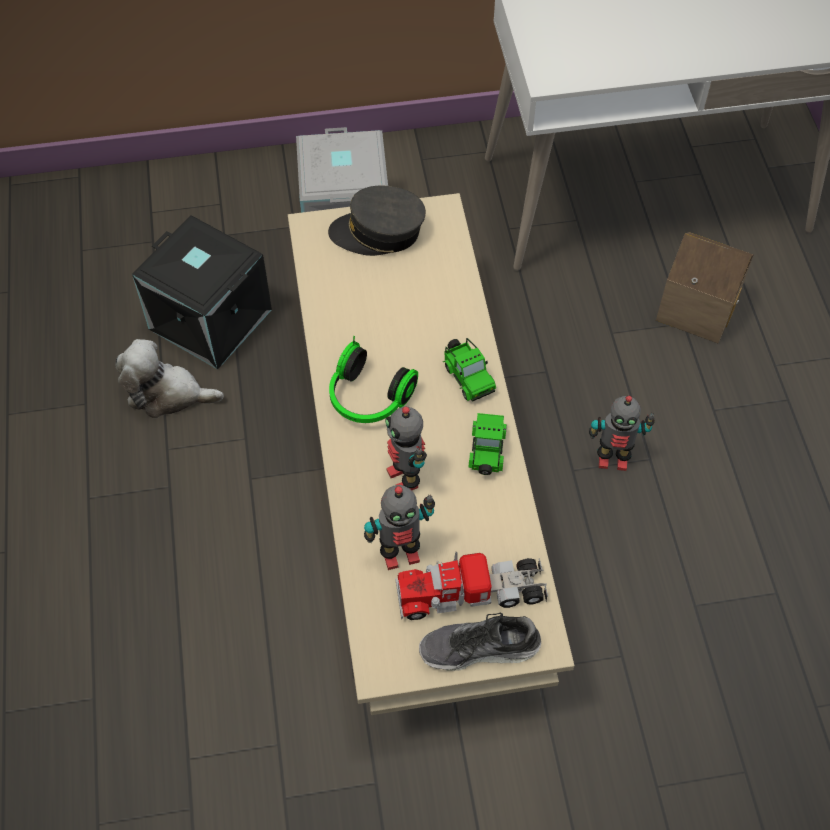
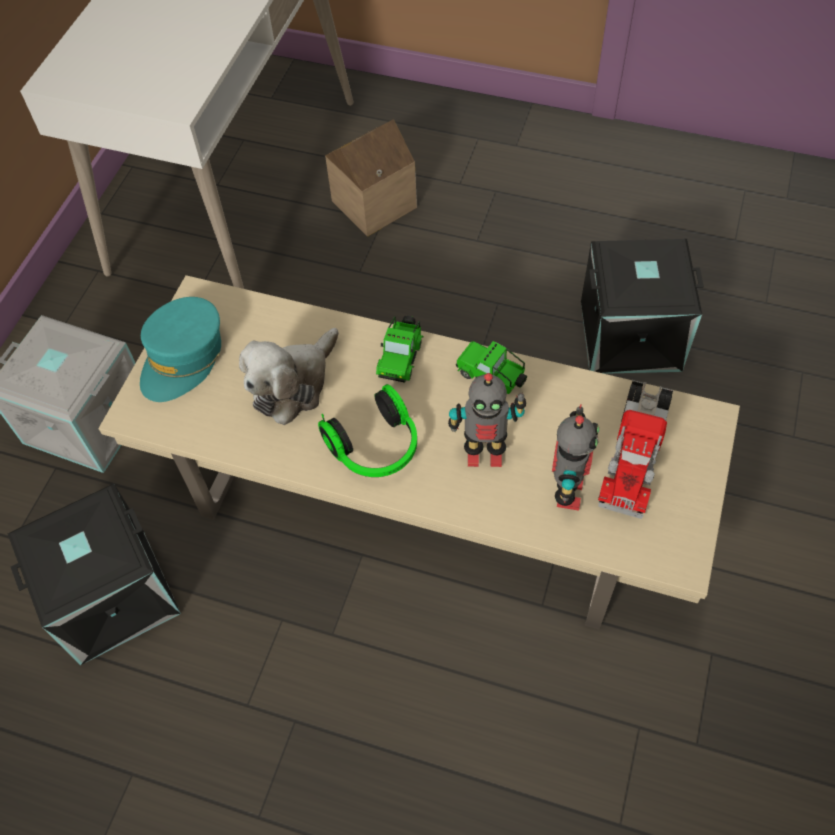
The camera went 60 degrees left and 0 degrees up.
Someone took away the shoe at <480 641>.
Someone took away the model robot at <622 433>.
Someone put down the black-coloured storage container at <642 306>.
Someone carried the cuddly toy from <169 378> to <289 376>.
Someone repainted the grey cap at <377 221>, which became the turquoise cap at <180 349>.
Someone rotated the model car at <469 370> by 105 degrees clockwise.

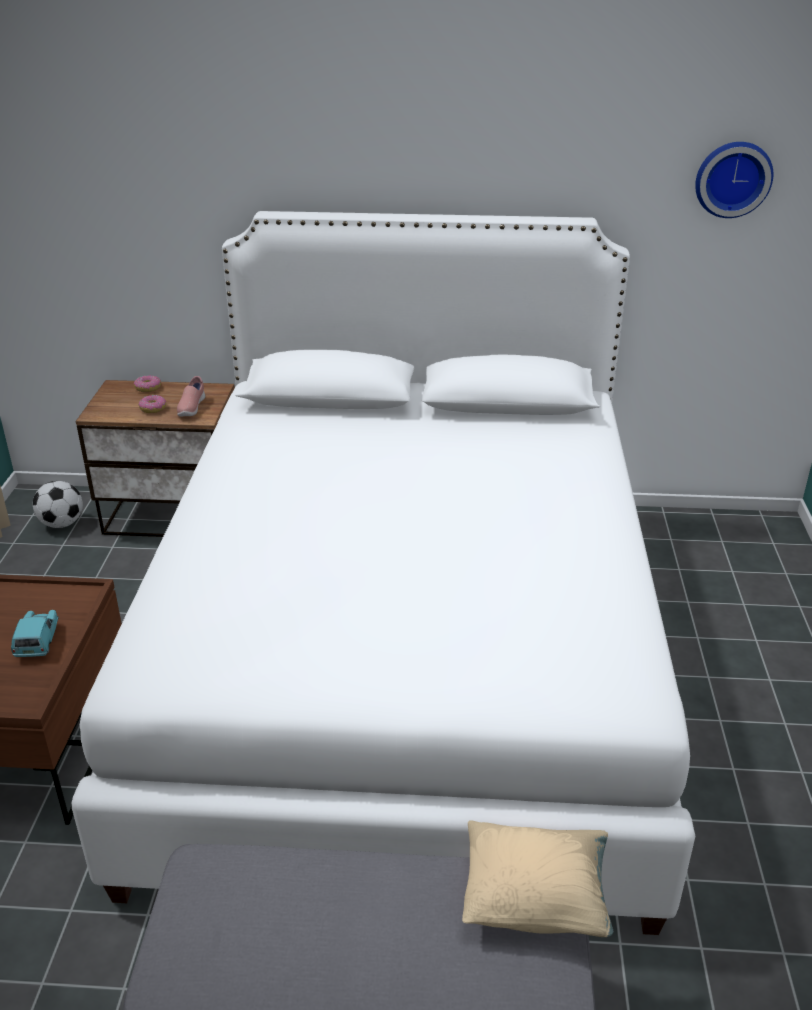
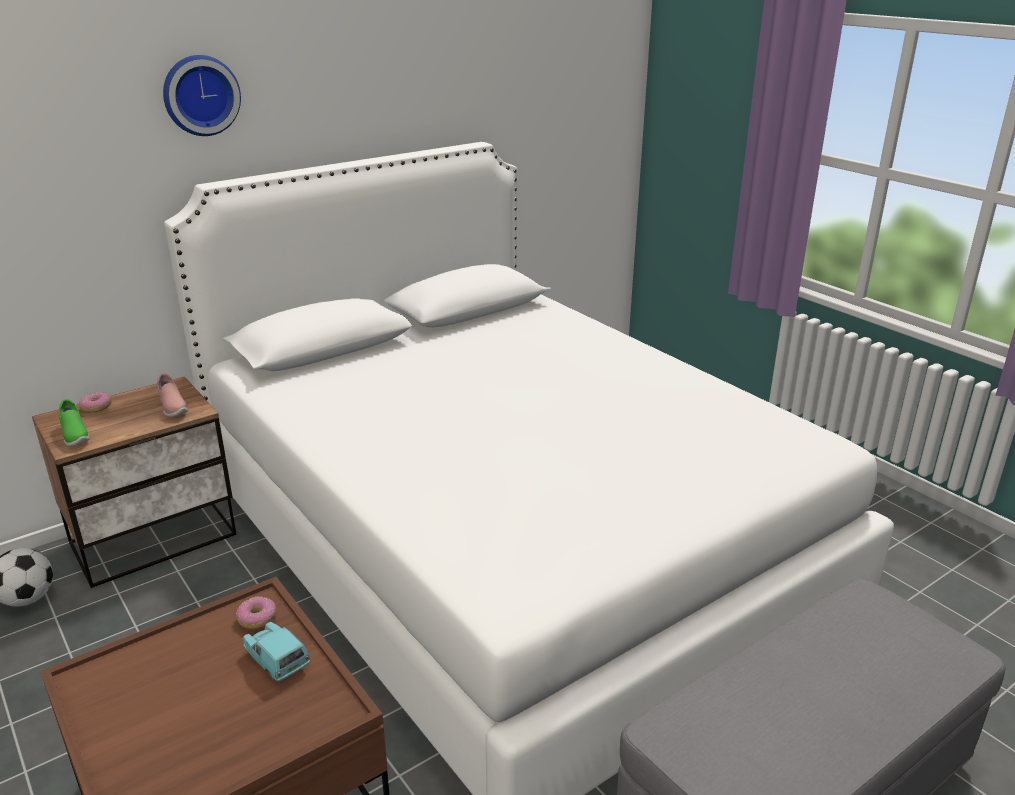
The camera went 40 degrees left and 5 degrees down.
Someone took away the beige-coloured throw pillow at <537 878>.
Someone put down the greenish shoe at <74 422>.
Someone carried the ring doughnut from <152 404> to <256 612>.
Someone carried the wall clock from <734 180> to <202 95>.

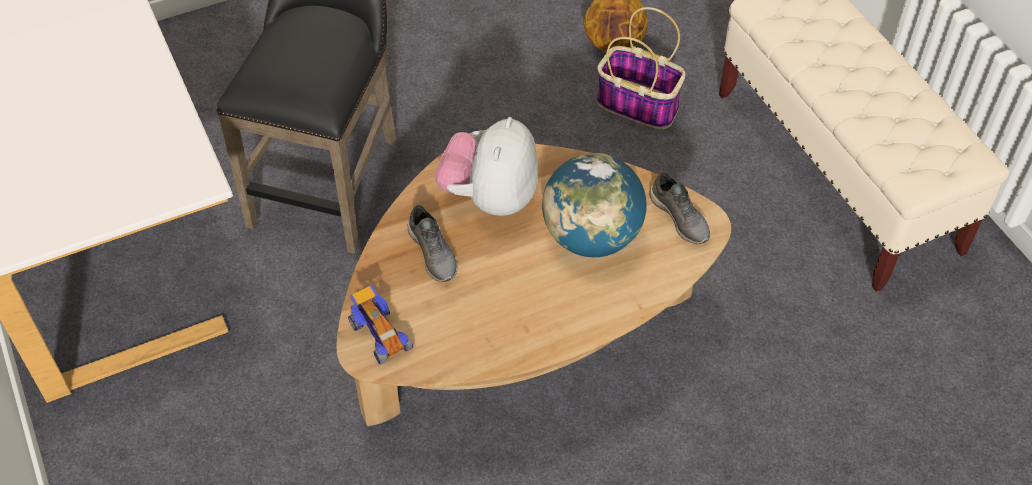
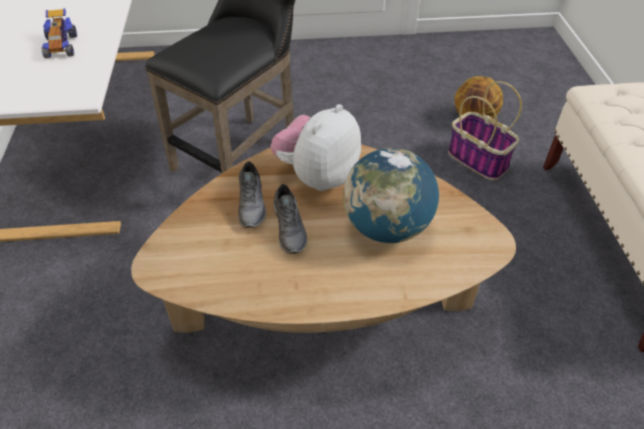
The camera went 20 degrees right and 5 degrees down.
Someone carried the model car from <380 324> to <59 33>.
Someone carried the grey shoe from <679 208> to <290 219>.

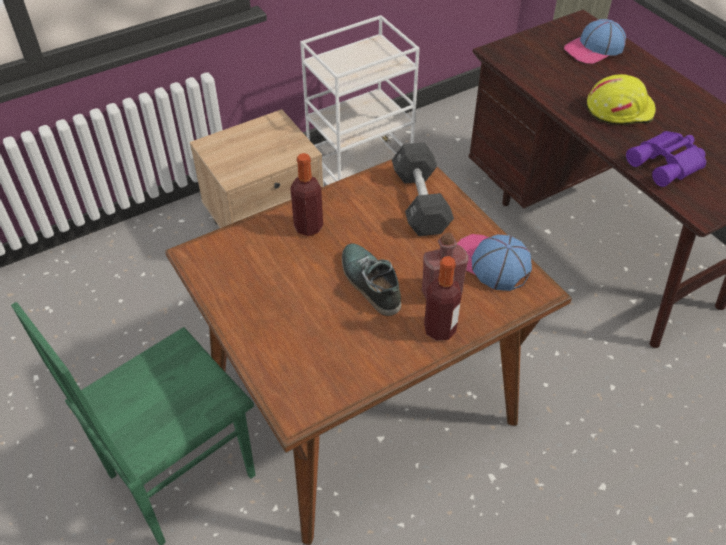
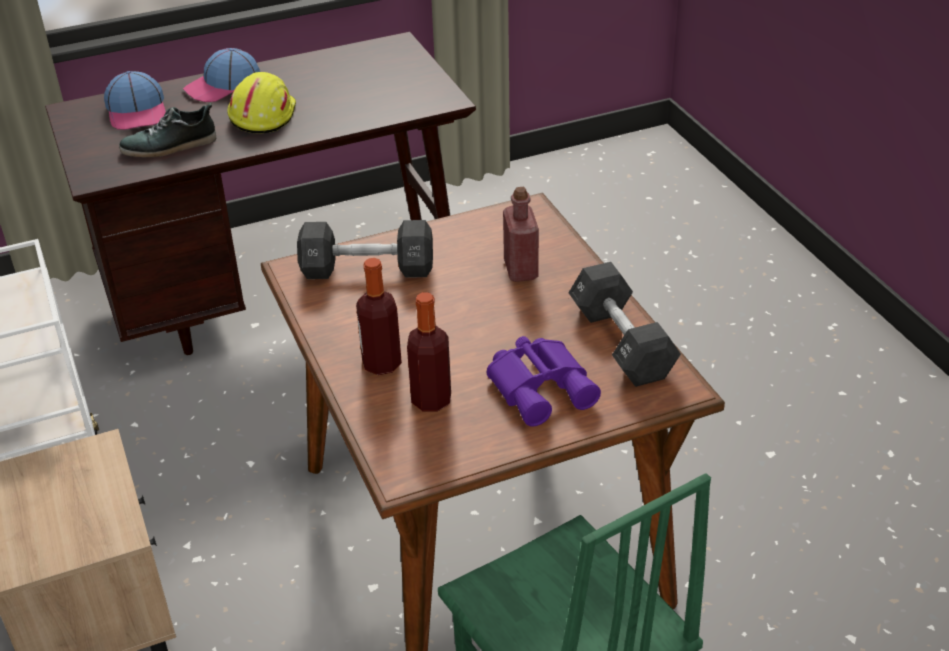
The camera went 80 degrees left and 10 degrees down.
Someone put down the black-coloured free weight at <624 324>.
Someone carried the shoe from <371 279> to <167 130>.
Someone carried the drink bottle from <443 298> to <429 352>.
Someone carried the cap from <494 262> to <221 75>.
Someone carried the purplish binoculars from <666 159> to <544 381>.

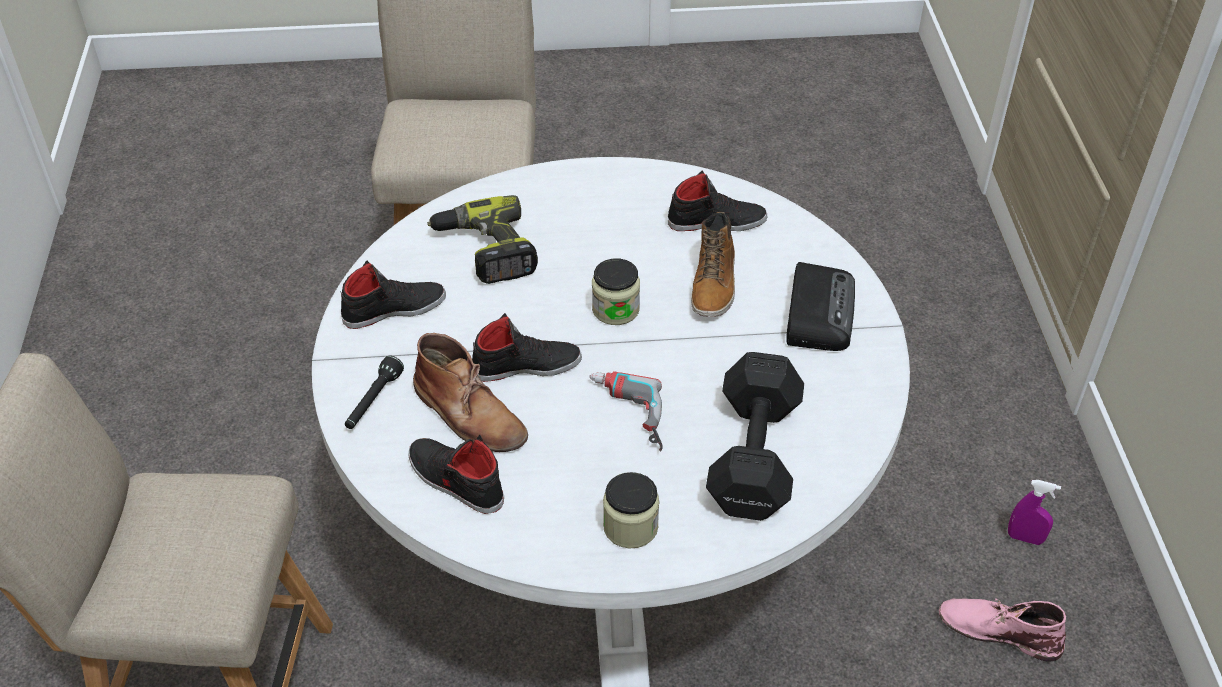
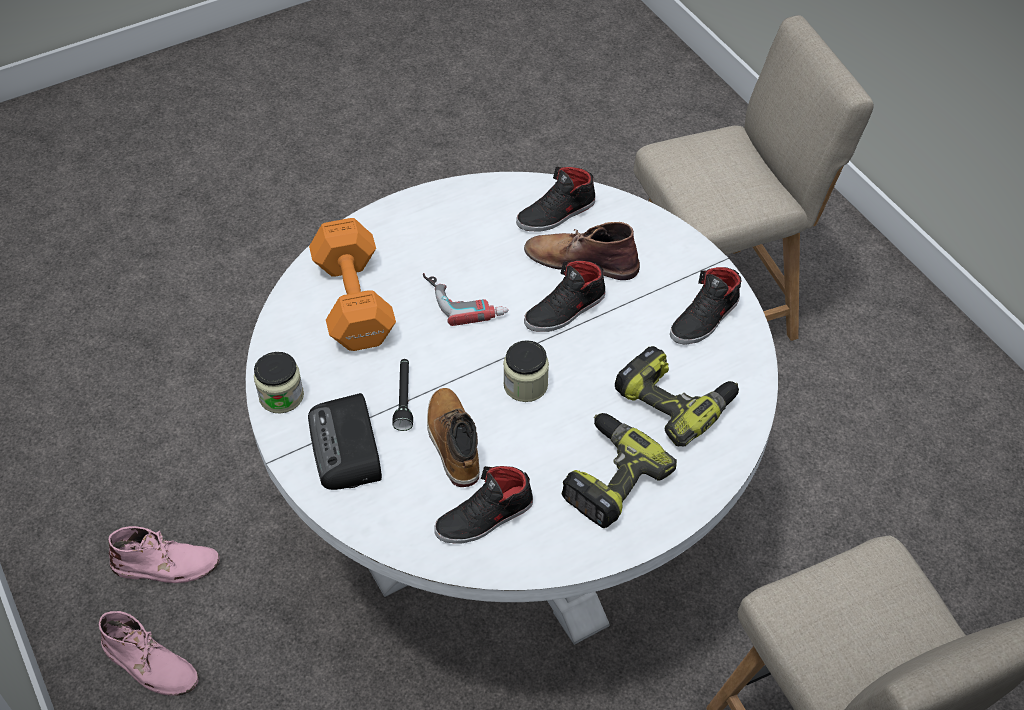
The camera went 155 degrees right and 5 degrees up.
Someone put down the drill at <619 470>.
Someone carried the black-coloured flashlight from <374 392> to <402 395>.
Someone carried the storage jar from <631 510> to <279 383>.
Someone swapped the purplish sprayer at <1034 512> for the pink-coloured boot at <149 653>.
Someone repainted the black-coloured free weight at <755 436>, which became the orange-coloured free weight at <352 284>.
Someone rotated the black-coloured shoe at <456 474> by 135 degrees clockwise.

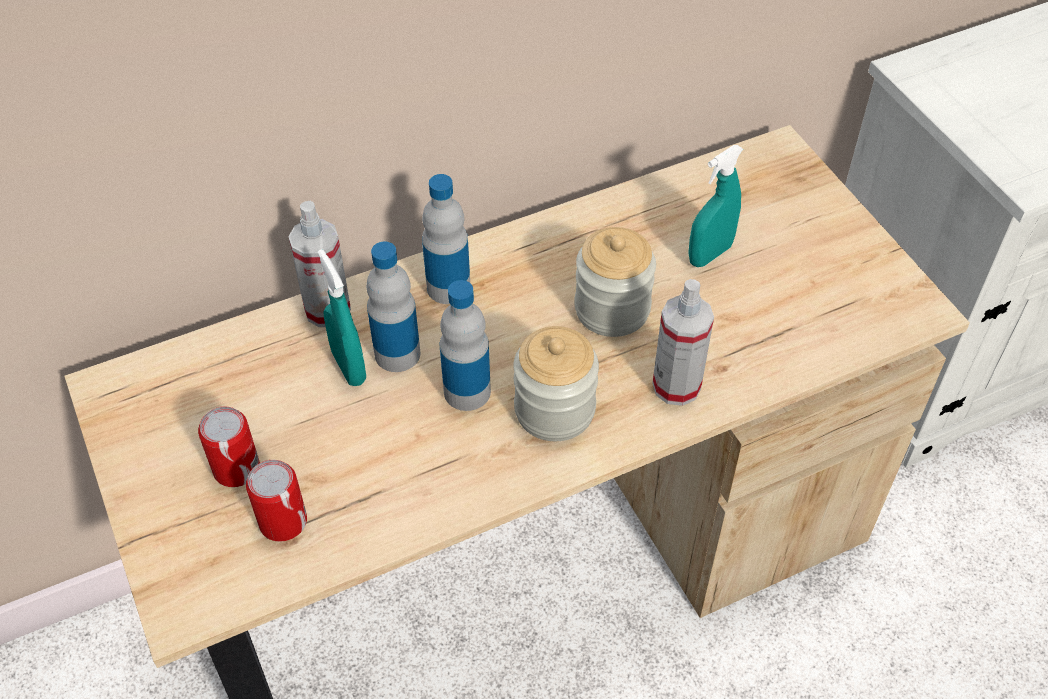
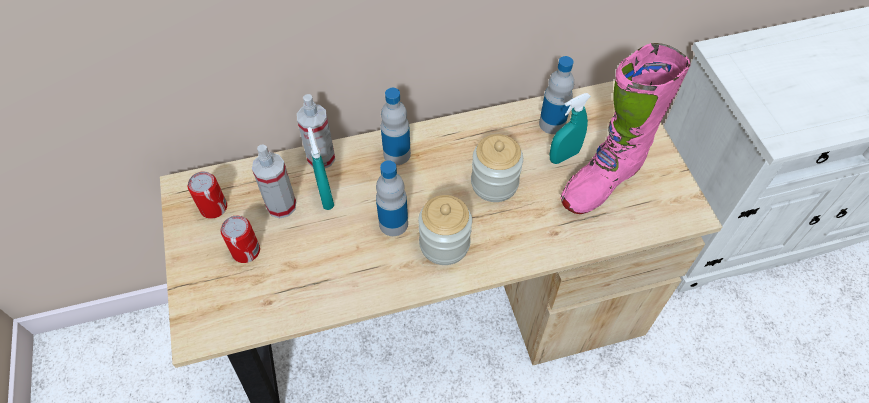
The camera went 10 degrees right and 5 degrees up.
Someone put down the pink-coloured boot at <626 128>.
Someone carried the can from <276 501> to <207 195>.
Someone carried the drink bottle from <393 306> to <556 95>.
Someone carried the sprayer from <683 342> to <274 181>.

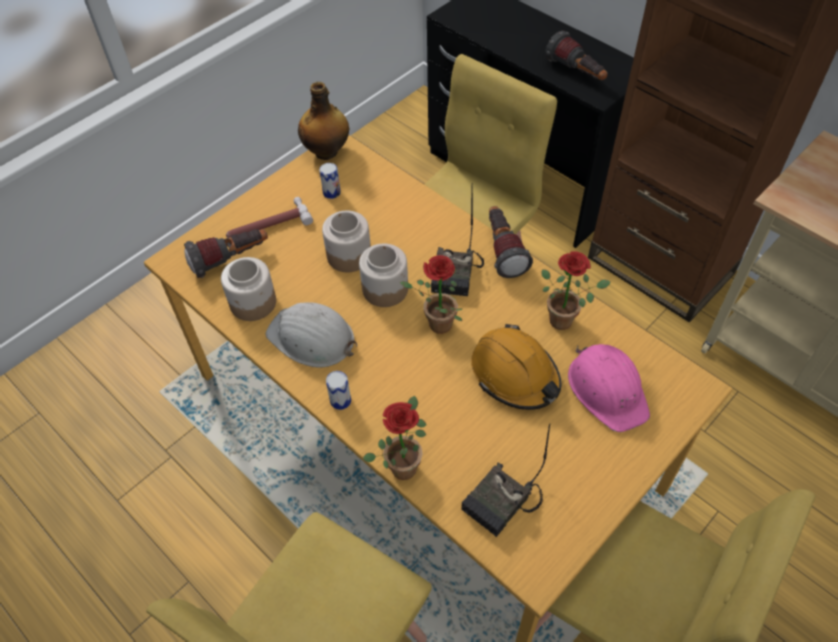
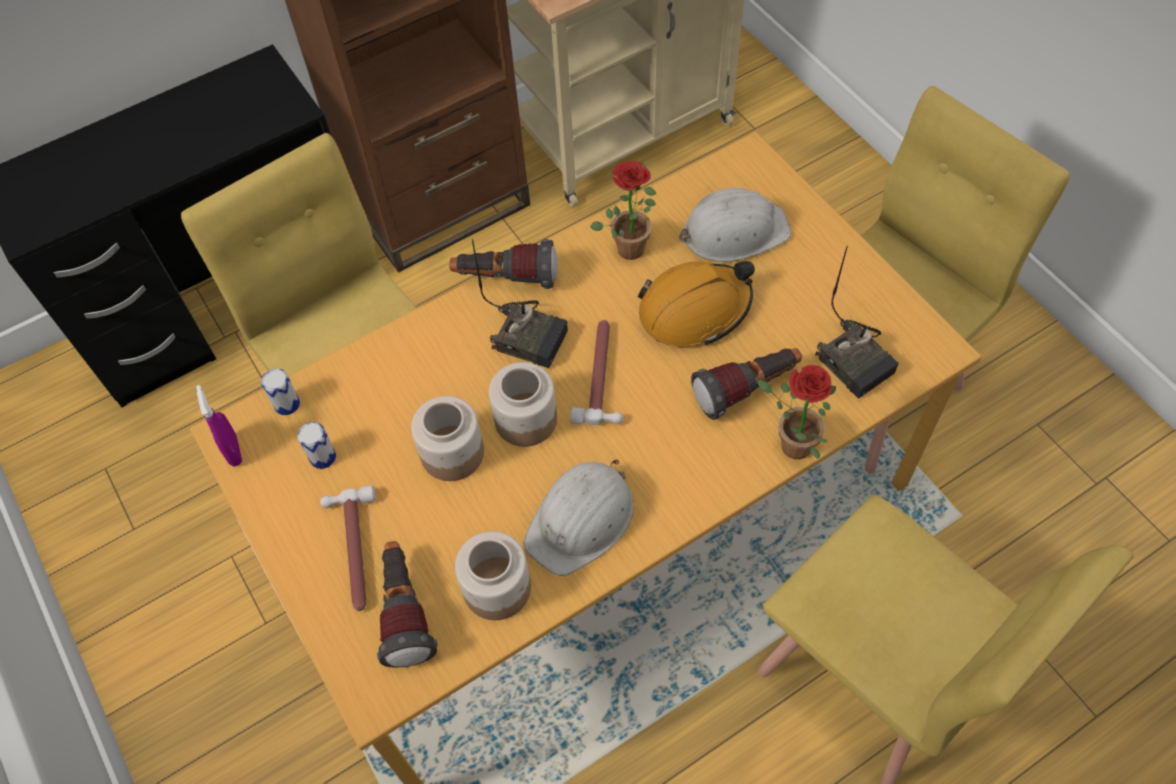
The camera went 75 degrees left and 5 degrees up.
Someone carried the can from <338 390> to <280 391>.
Someone carried the flashlight from <576 55> to <746 384>.
Someone swapped the drink bottle at <323 121> for the purplish sprayer at <219 425>.
Someone swapped the plant in a pot at <431 294> for the hand hammer at <596 372>.
Someone repainted the pink-coloured hard hat at <609 388>, which became the whitish hard hat at <735 225>.

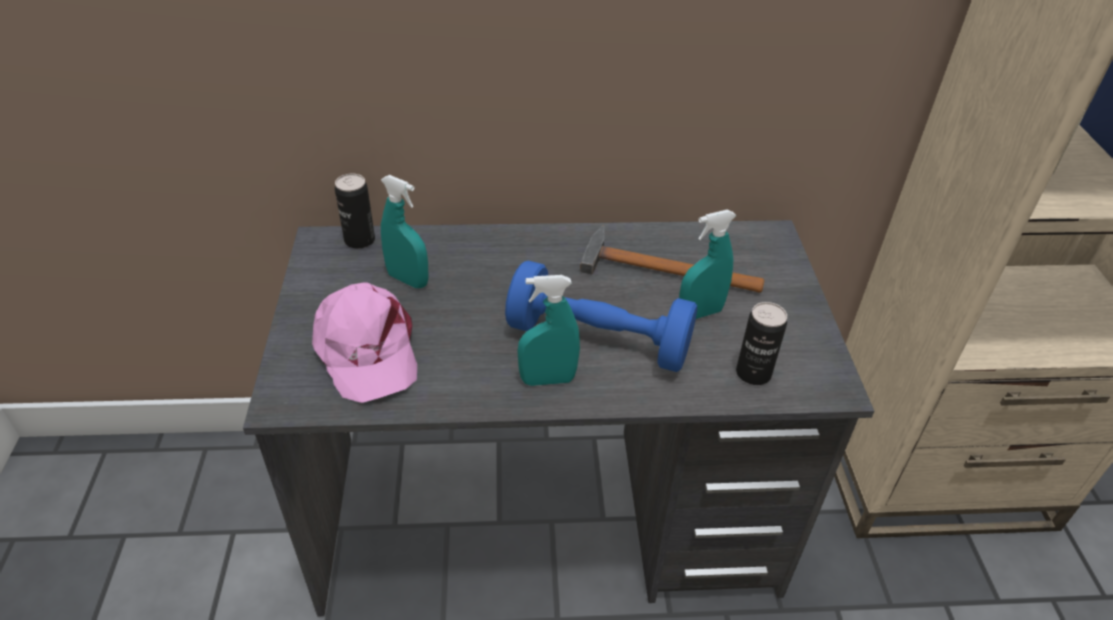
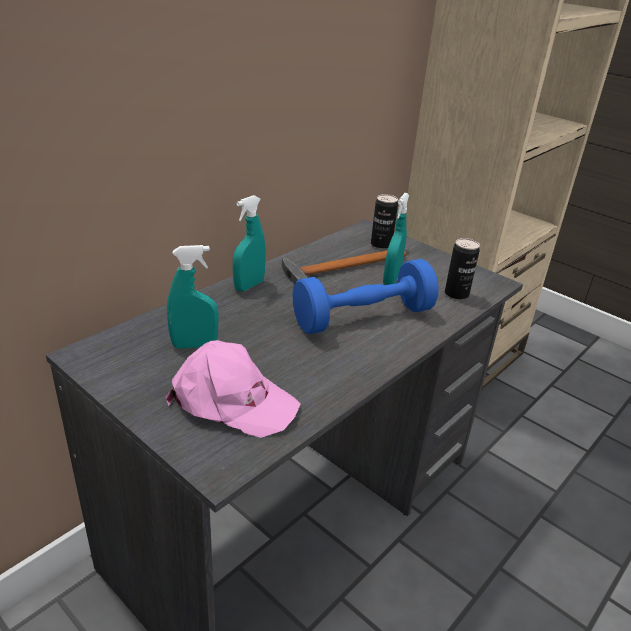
The camera went 45 degrees left and 10 degrees down.
Someone carried the can from <355 211> to <384 221>.
Someone carried the turquoise sprayer from <548 330> to <249 243>.

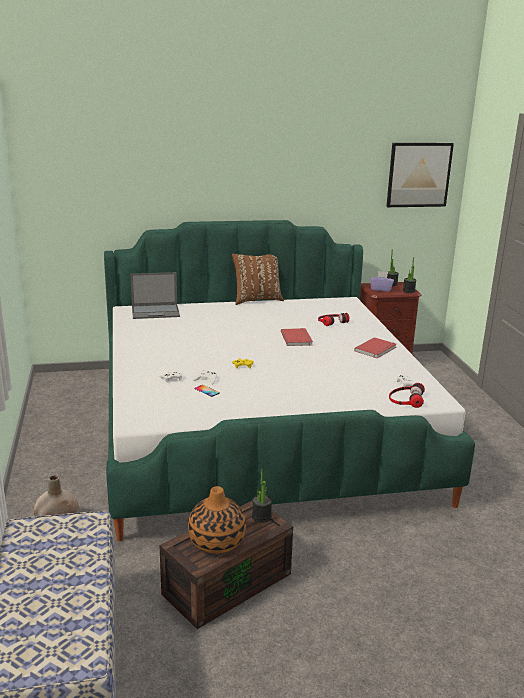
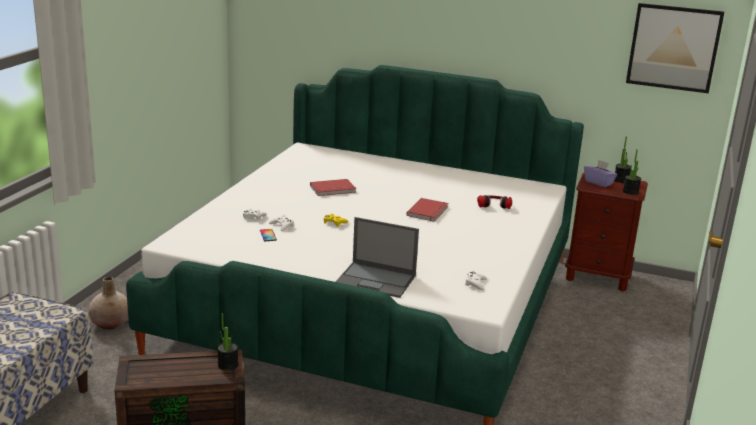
The camera went 30 degrees right and 0 degrees up.
Someone took away the flower vase at <217 520>.
Someone took away the brownish throw pillow at <258 279>.
Someone took away the headset at <407 395>.
Someone carried the portable computer from <155 295> to <377 257>.
Someone carried the red-coloured book from <375 347> to <333 187>.

